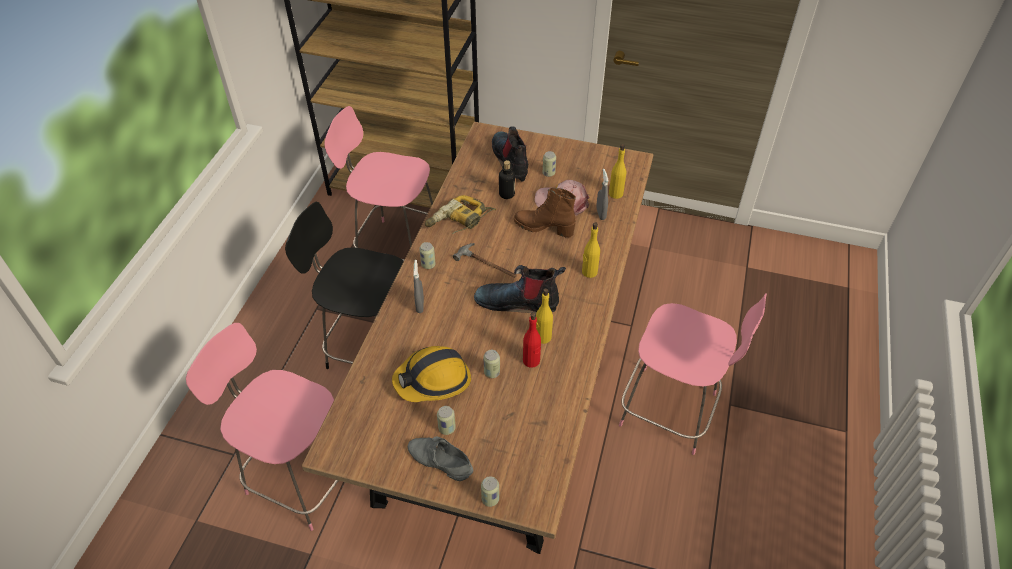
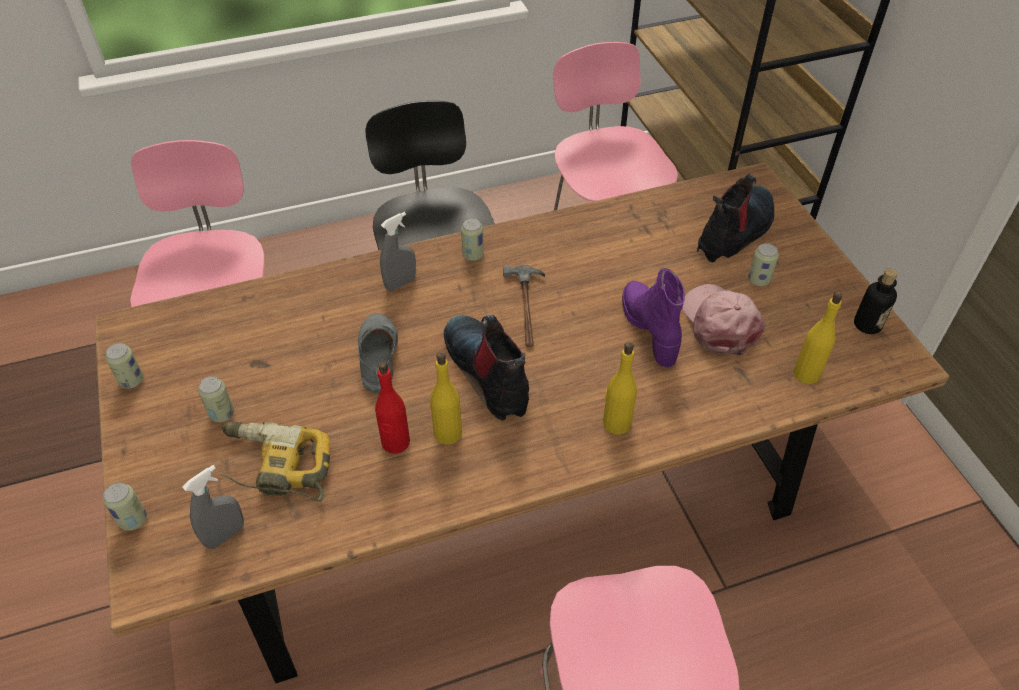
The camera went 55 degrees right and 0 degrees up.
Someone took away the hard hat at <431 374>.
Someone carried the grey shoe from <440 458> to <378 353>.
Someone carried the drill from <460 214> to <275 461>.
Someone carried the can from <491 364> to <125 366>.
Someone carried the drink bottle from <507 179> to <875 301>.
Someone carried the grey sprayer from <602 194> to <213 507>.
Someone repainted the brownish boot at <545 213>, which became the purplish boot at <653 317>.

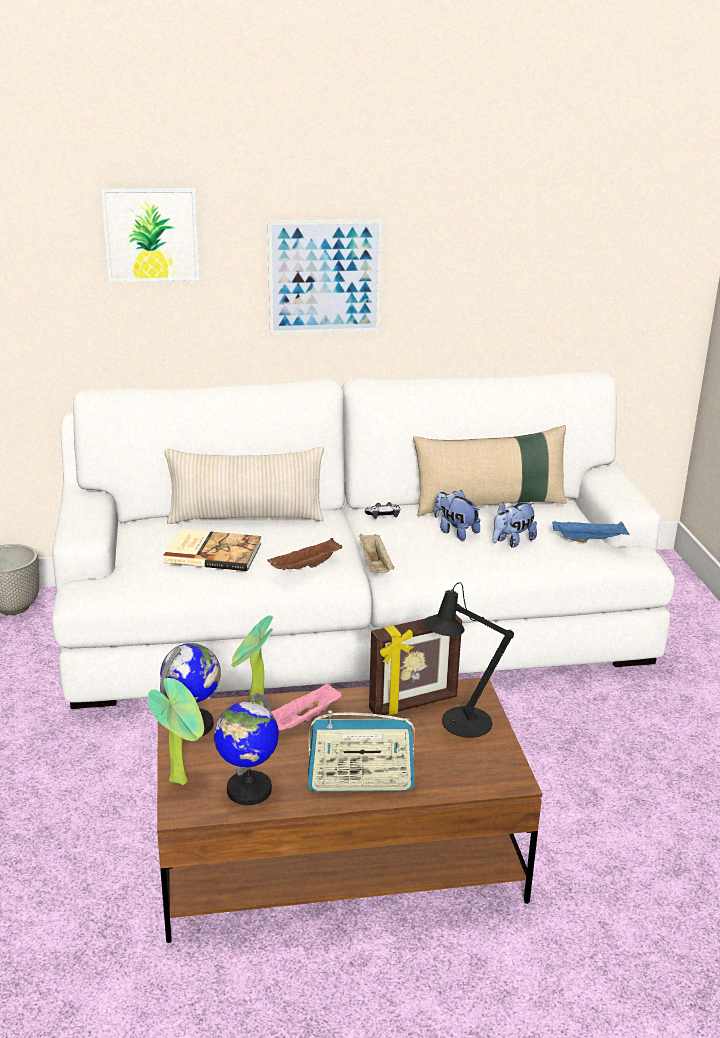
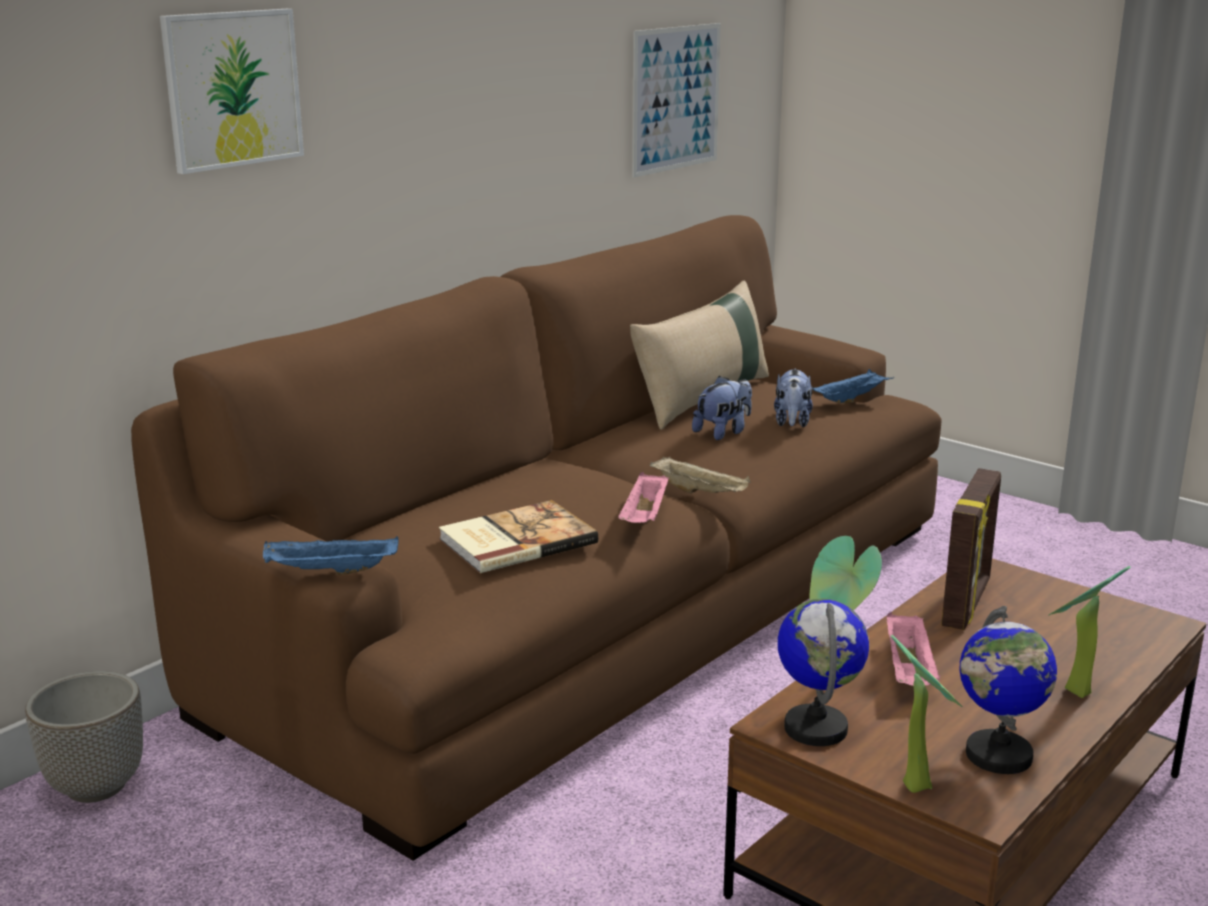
The camera went 40 degrees left and 5 degrees down.
Someone took away the beige-coloured throw pillow at <244 485>.
Someone took away the game controller at <382 510>.
Someone took away the black-coloured table lamp at <469 660>.
Someone put down the bluish serving tray at <331 555>.
Someone carried the wall picture from <325 276> to <676 100>.
Someone swapped the radio receiver at <361 751> for the plant in a pot at <1090 632>.
Someone repainted the whitish sofa at <363 540>, which became the brownish sofa at <536 538>.
Someone repainted the brownish serving tray at <304 554>, which became the pink-coloured serving tray at <643 497>.
Someone rotated the cuddly toy at <457 515> by 135 degrees clockwise.

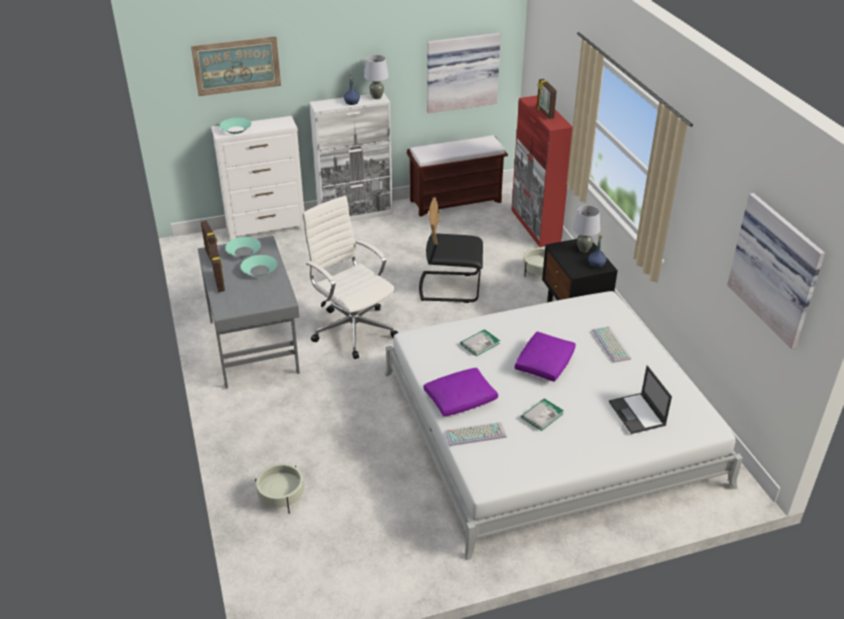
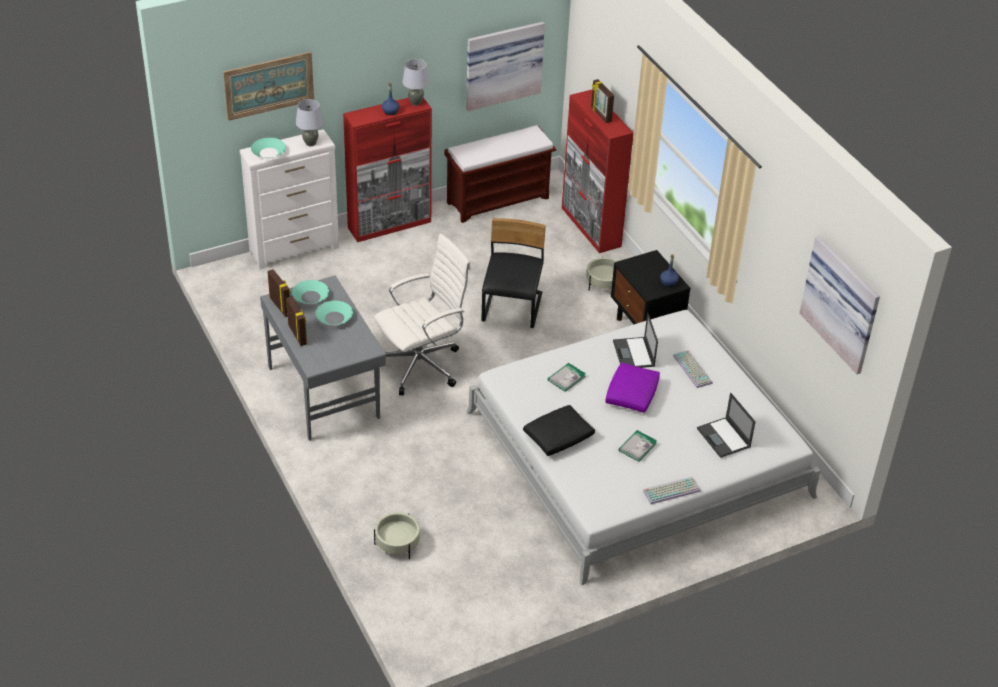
The camera went 10 degrees left and 5 degrees up.
Someone put down the portable computer at <635 340>.
Someone carried the PC keyboard from <476 434> to <672 490>.
Someone carried the grey table lamp from <586 228> to <310 122>.
Someone repainted the whitish cabinet at <351 156>, which became the red-coloured cabinet at <387 170>.
Someone repainted the purplish throw pillow at <460 392>, which became the black-coloured throw pillow at <559 430>.
Someone rotated the whitish desk chair at <350 277> by 105 degrees clockwise.
Someone rotated the black-coloured plain chair at <451 250> by 105 degrees clockwise.

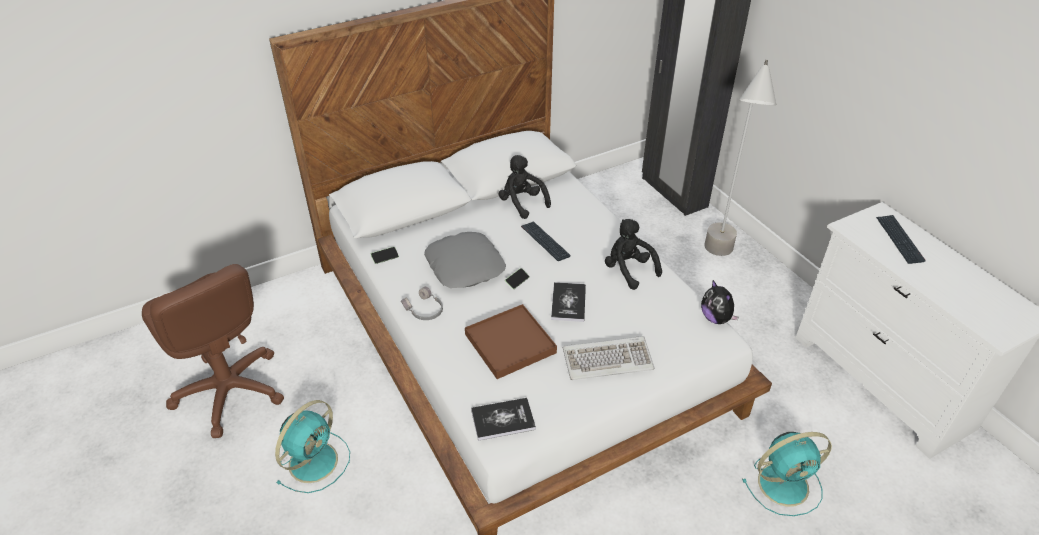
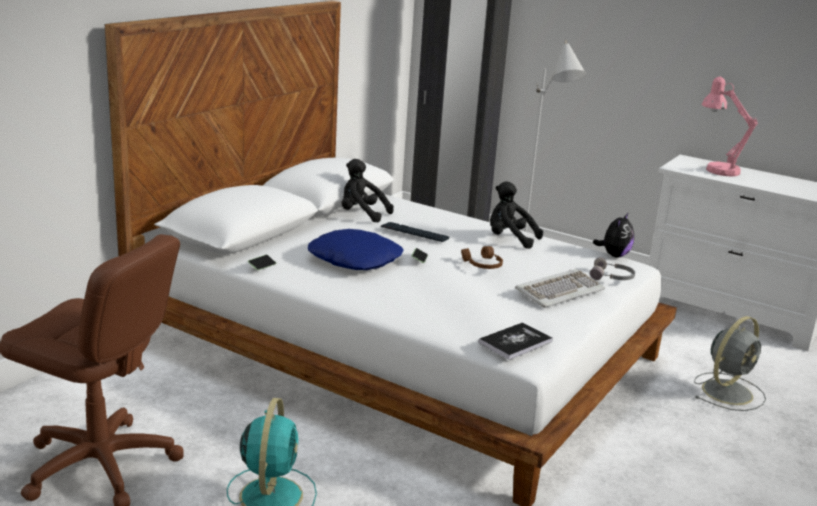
The camera went 30 degrees left and 20 degrees down.
Someone took away the brownish serving tray at <511 341>.
Someone carried the grey headset from <422 303> to <612 268>.
Someone swapped the book at <568 302> for the brownish headset at <482 257>.
Someone swapped the PC keyboard at <901 239> for the pink-coloured table lamp at <730 126>.
Someone repainted the grey throw pillow at <465 260>, which became the bluish throw pillow at <356 249>.
Someone repainted the turquoise electric fan at <787 474>, which became the grey electric fan at <730 363>.
Someone rotated the cuddly toy at <720 302> by 90 degrees counterclockwise.

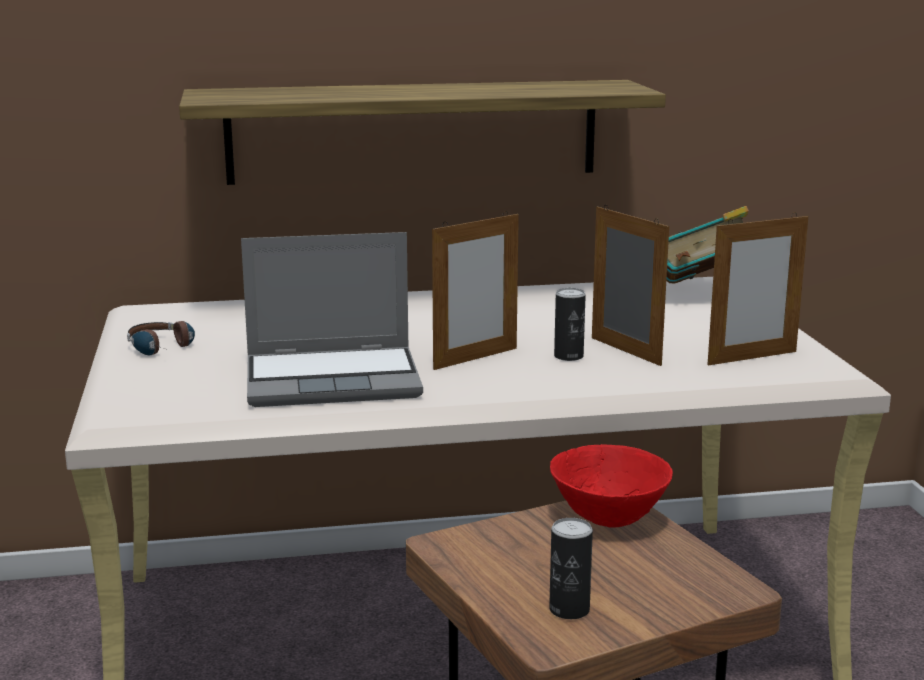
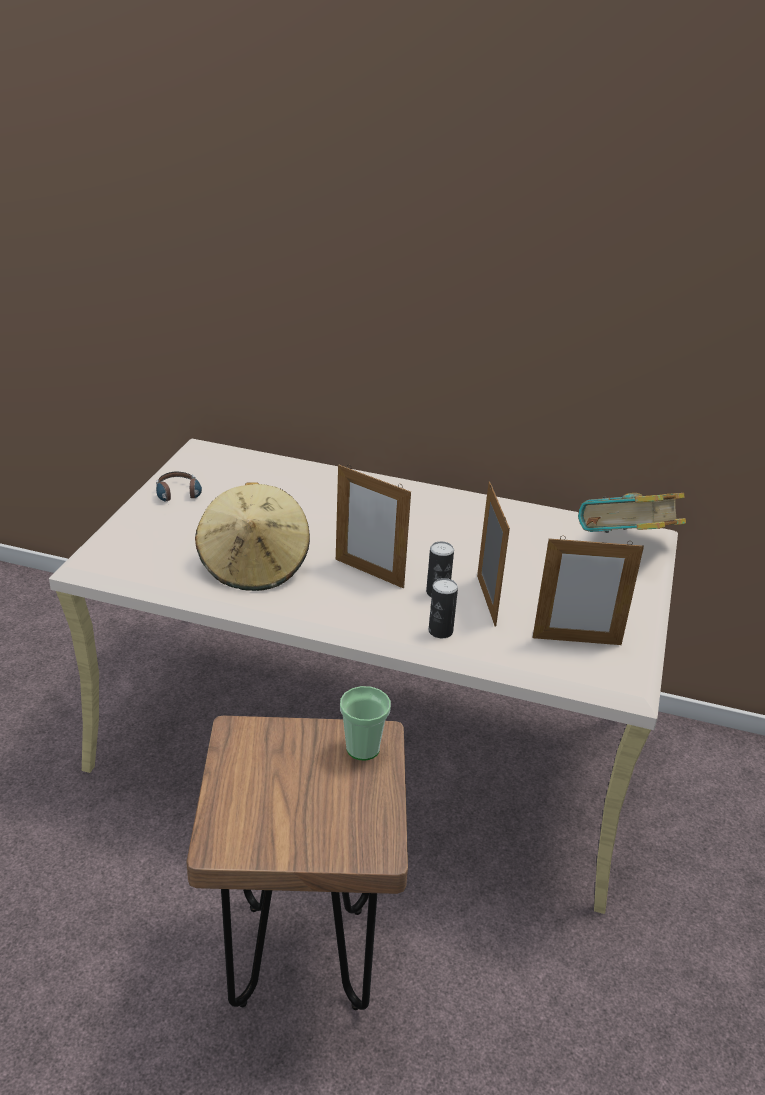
The camera went 25 degrees right and 15 degrees up.
Someone took away the shelf at <422 132>.
Someone carried the can from <571 568> to <443 608>.
Someone swapped the portable computer at <332 319> for the beige-coloured hat at <252 536>.
Someone swapped the red-coloured bowl at <611 486> for the small cup at <365 723>.
Someone rotated the photo frame at <475 290> by 45 degrees clockwise.

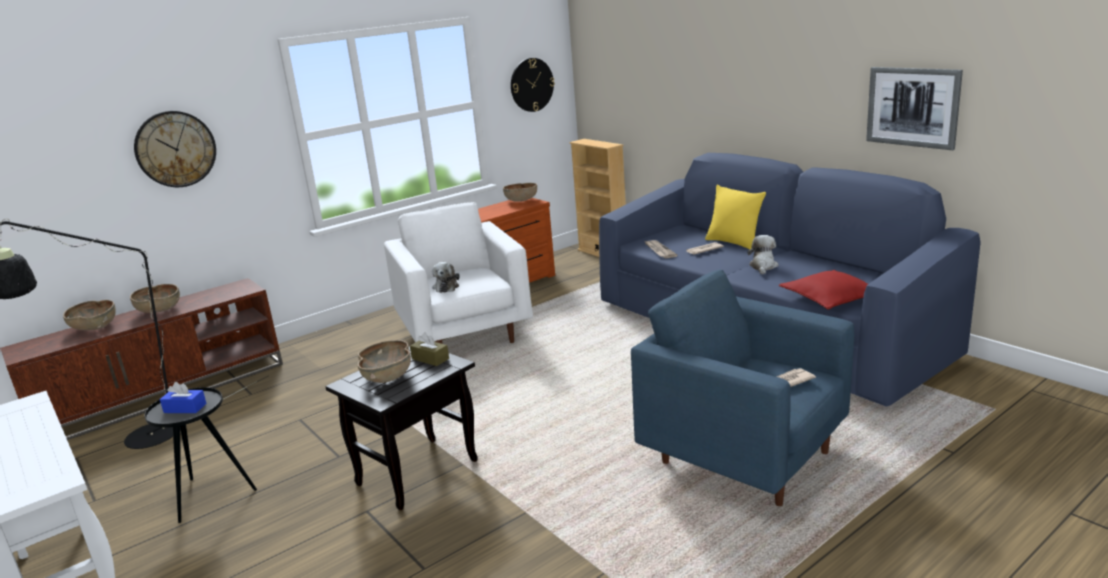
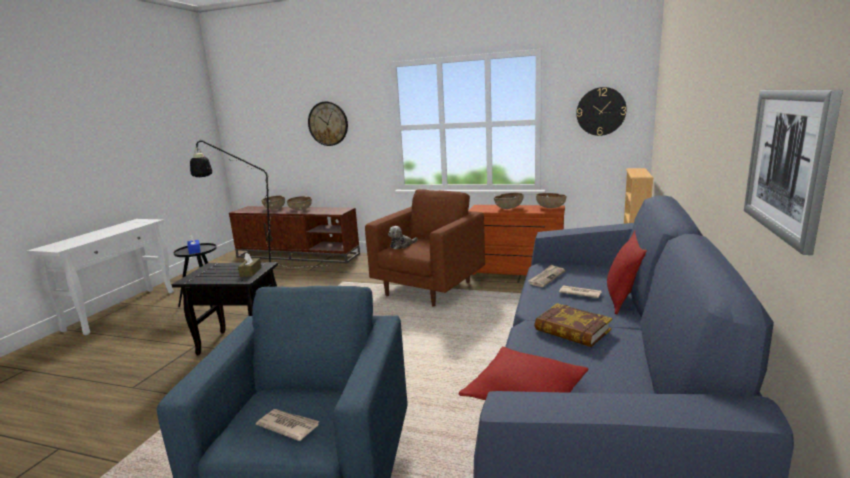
The camera went 55 degrees right and 5 degrees down.
Someone carried the brownish bowl from <384 361> to <509 201>.
Someone swapped the cuddly toy at <762 255> for the book at <573 325>.
Someone repainted the whitish lounge chair at <458 273>, which became the brownish lounge chair at <425 248>.
Someone repainted the yellow throw pillow at <735 216>, which became the red-coloured throw pillow at <627 272>.

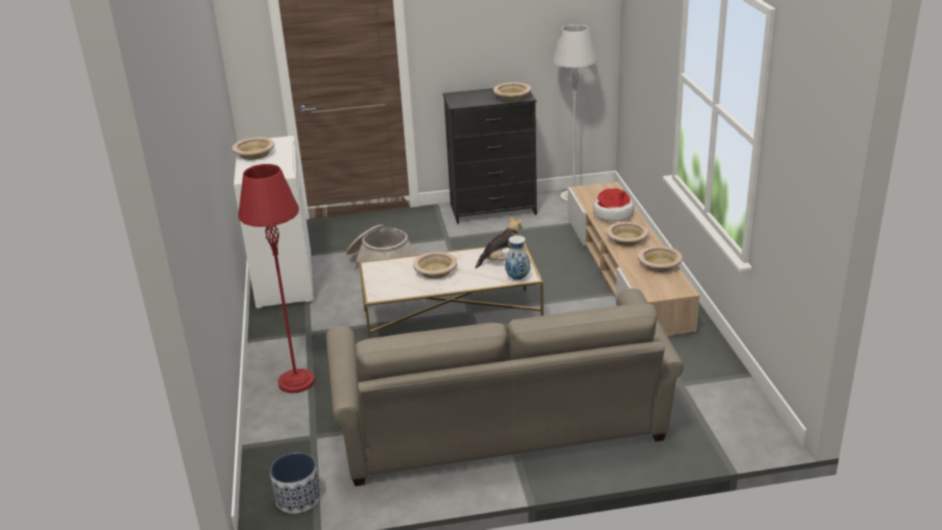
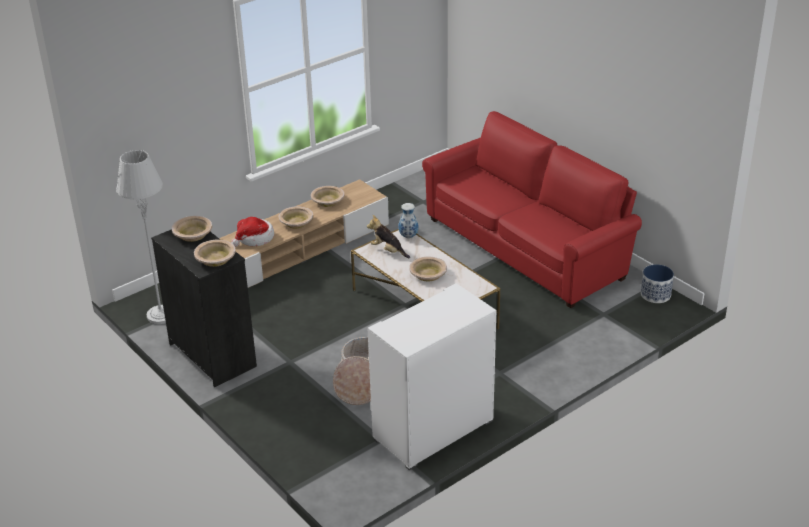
The camera went 120 degrees left and 5 degrees up.
Someone took away the red-coloured standing lamp at <276 278>.
Someone carried the beige-coloured bowl from <253 148> to <215 253>.
Someone repainted the beige-coloured sofa at <505 387>, which became the red-coloured sofa at <532 209>.

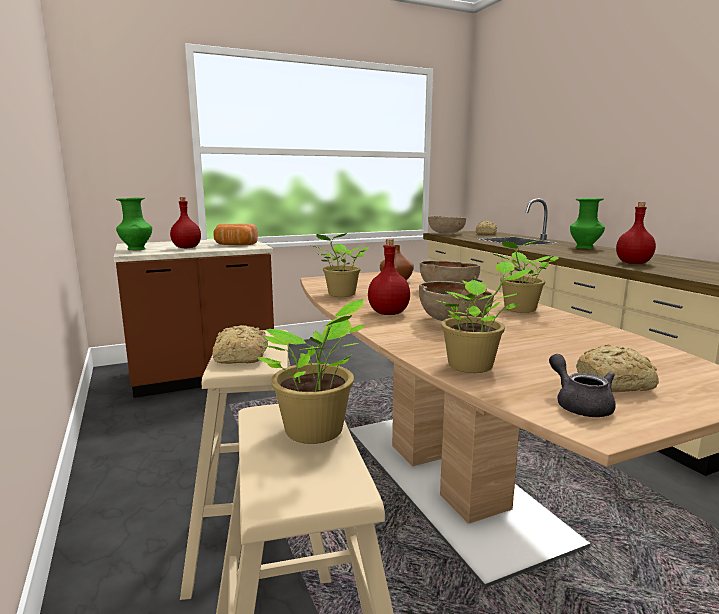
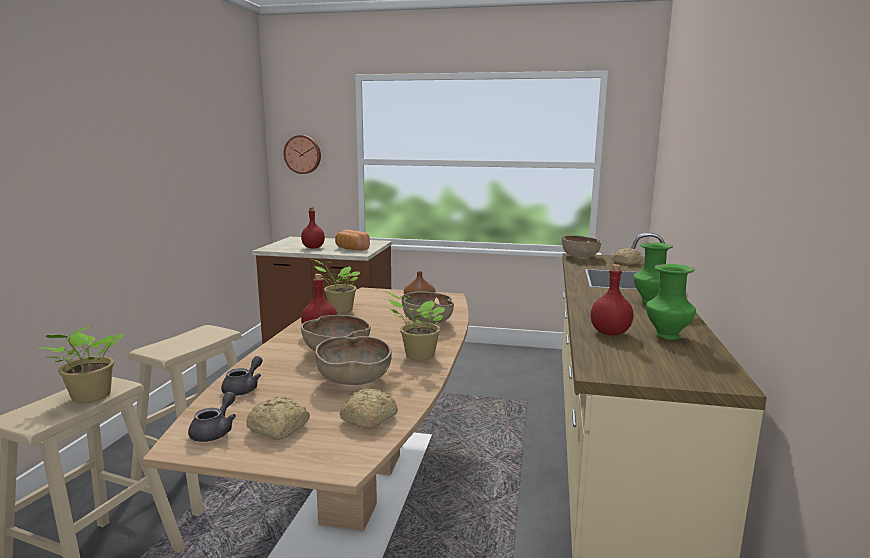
The camera went 35 degrees right and 0 degrees up.
Someone put up the wall clock at <302 154>.
Someone put down the brownish bowl at <353 360>.
Someone carried the greenish flower vase from <134 224> to <671 302>.
Someone carried the bread from <240 344> to <368 409>.
Someone swapped the plant in a pot at <482 317> for the grey pot for tea at <242 376>.

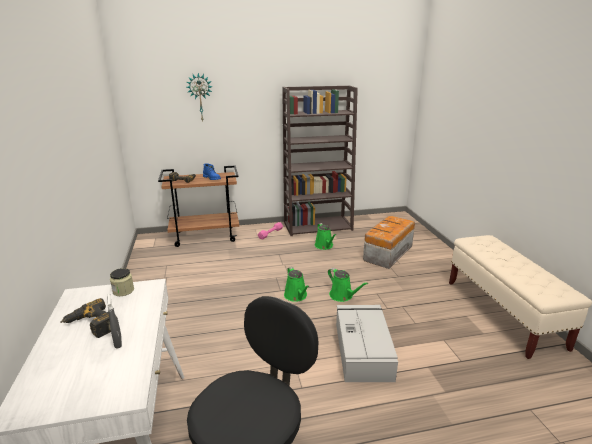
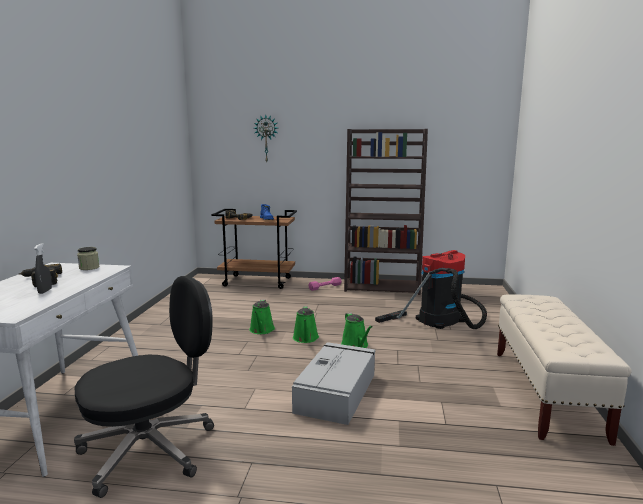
The camera went 20 degrees right and 10 degrees down.
Someone carried the greenish watering can from <325 236> to <262 316>.
Someone swapped the storage container at <389 242> for the hoover at <431 289>.

